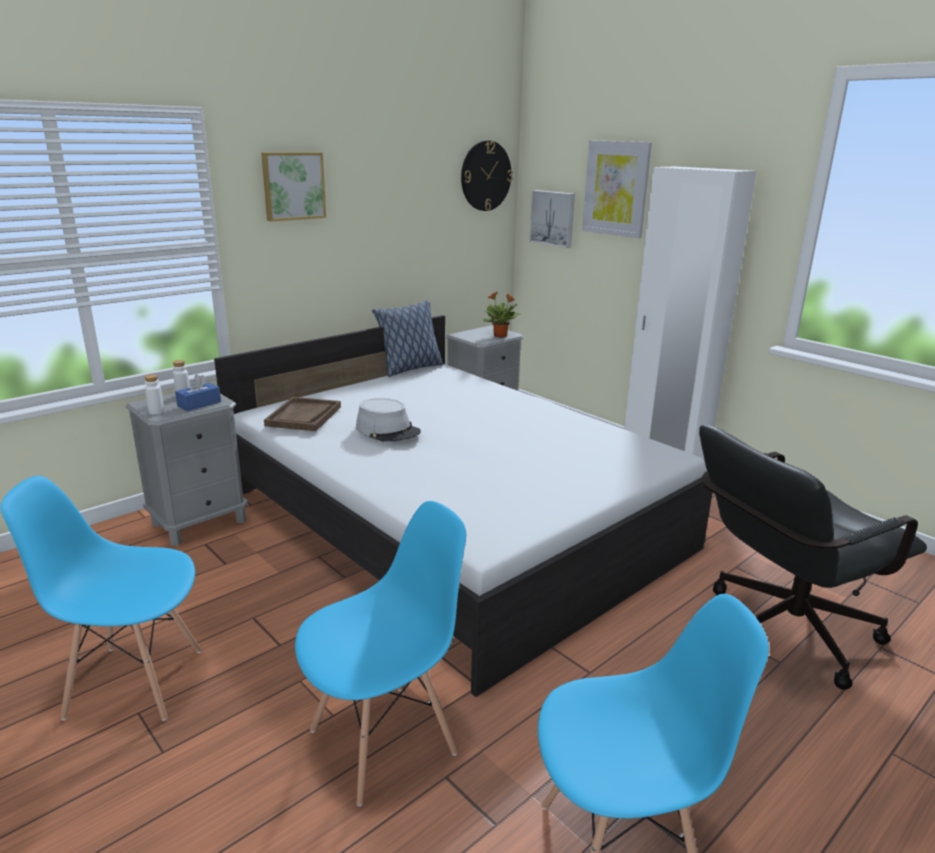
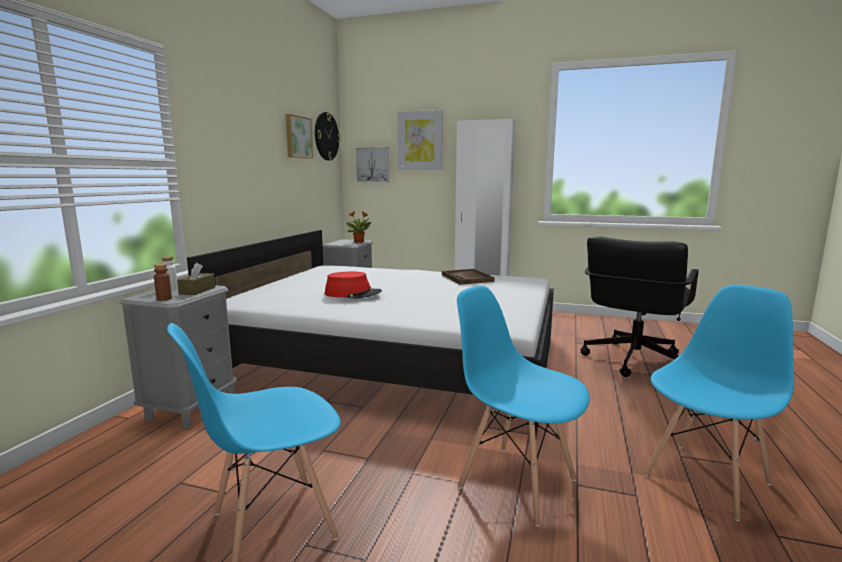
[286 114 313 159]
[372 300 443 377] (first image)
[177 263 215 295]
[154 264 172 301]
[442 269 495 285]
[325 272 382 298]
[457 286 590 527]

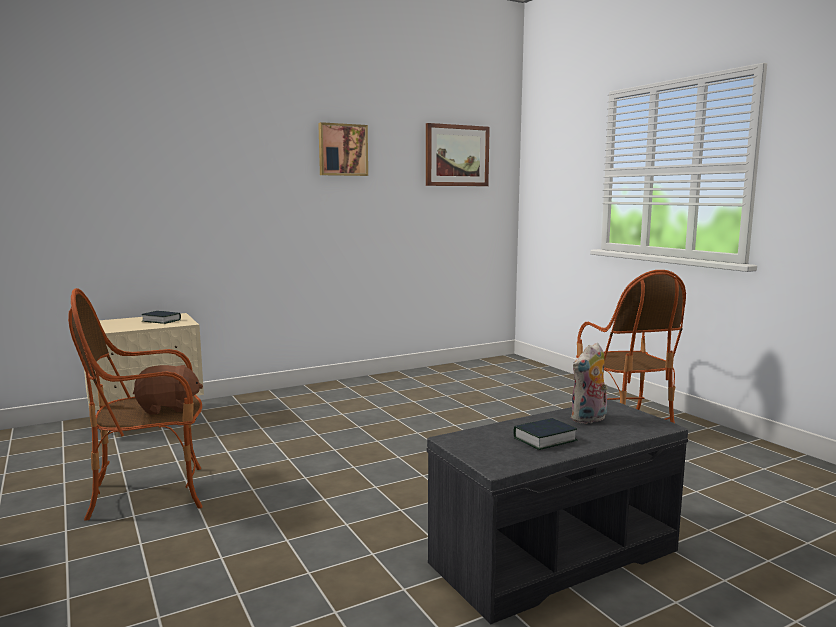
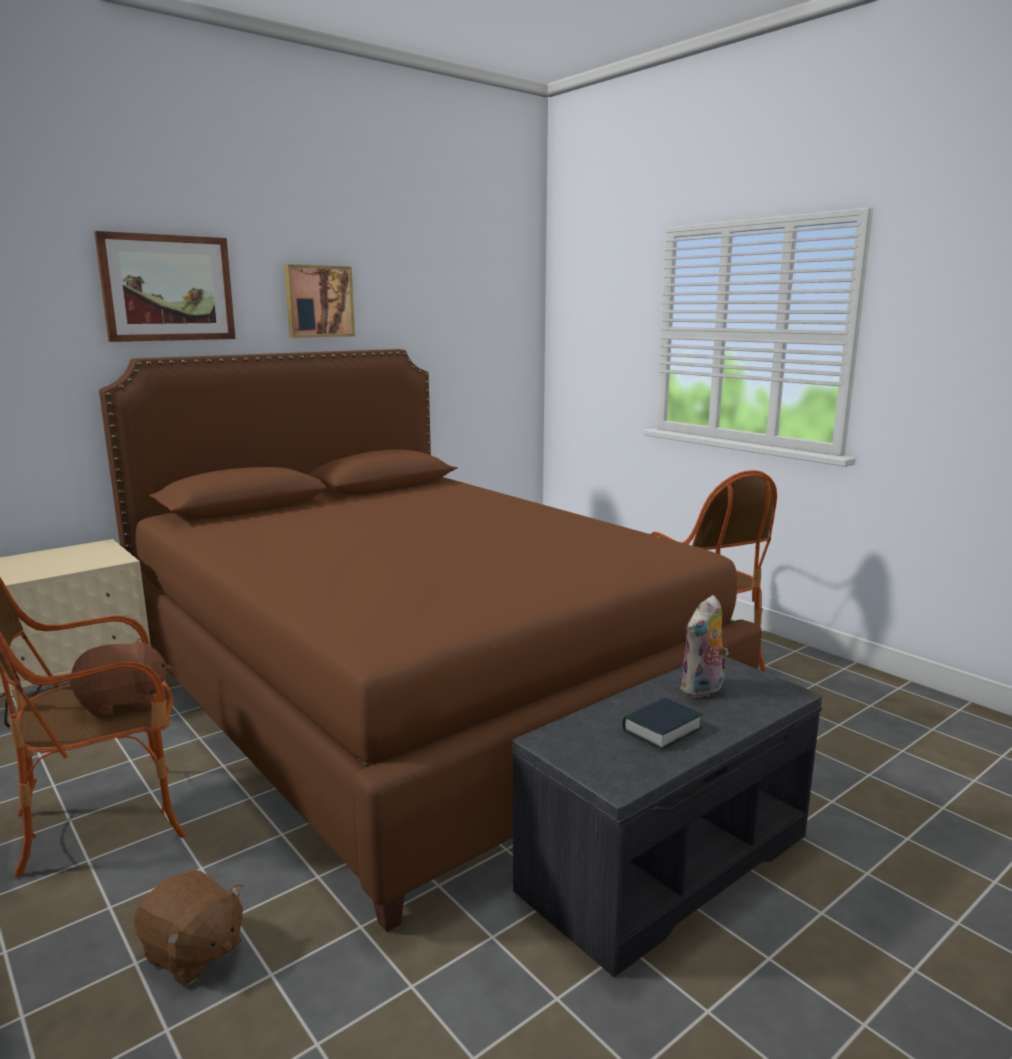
[94 231 236 342]
[141 311 181 324] (first image)
[99 349 762 932]
[134 870 243 986]

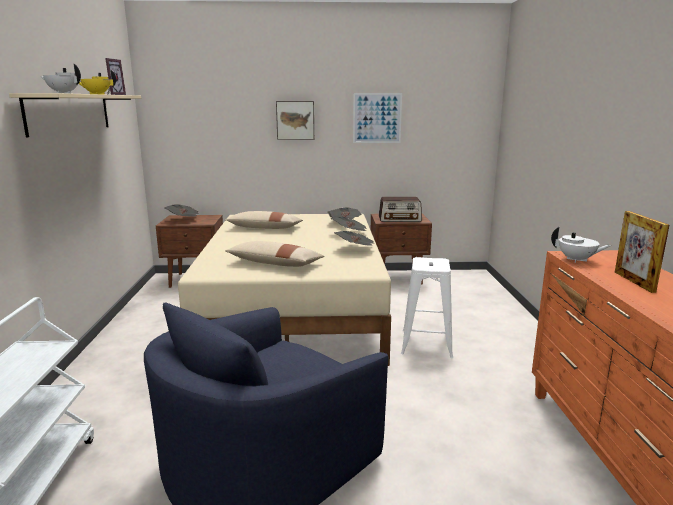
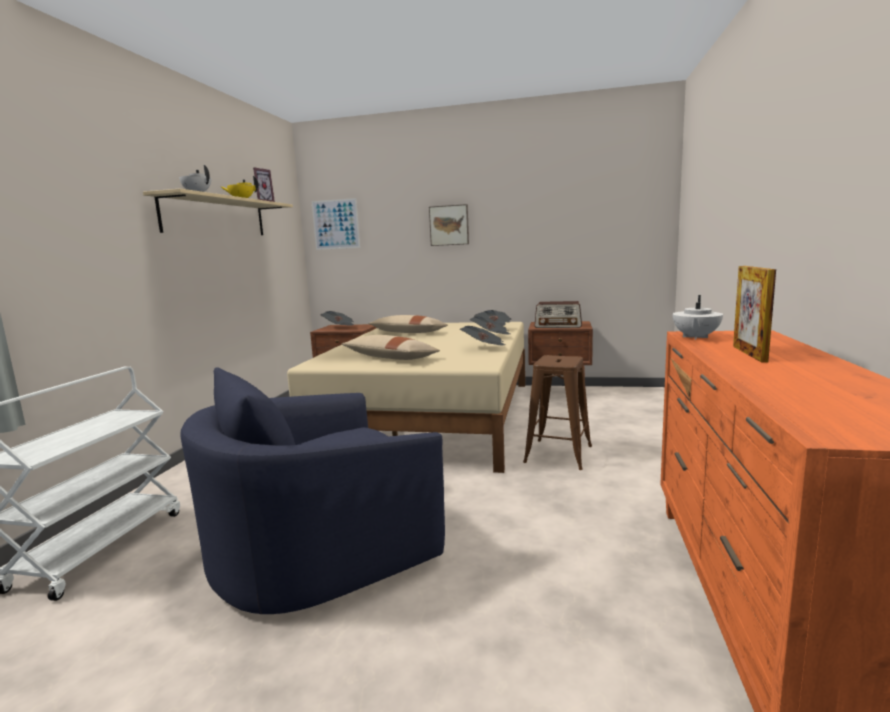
[312 198 360 250]
[672 295 723 340]
[523 355 592 470]

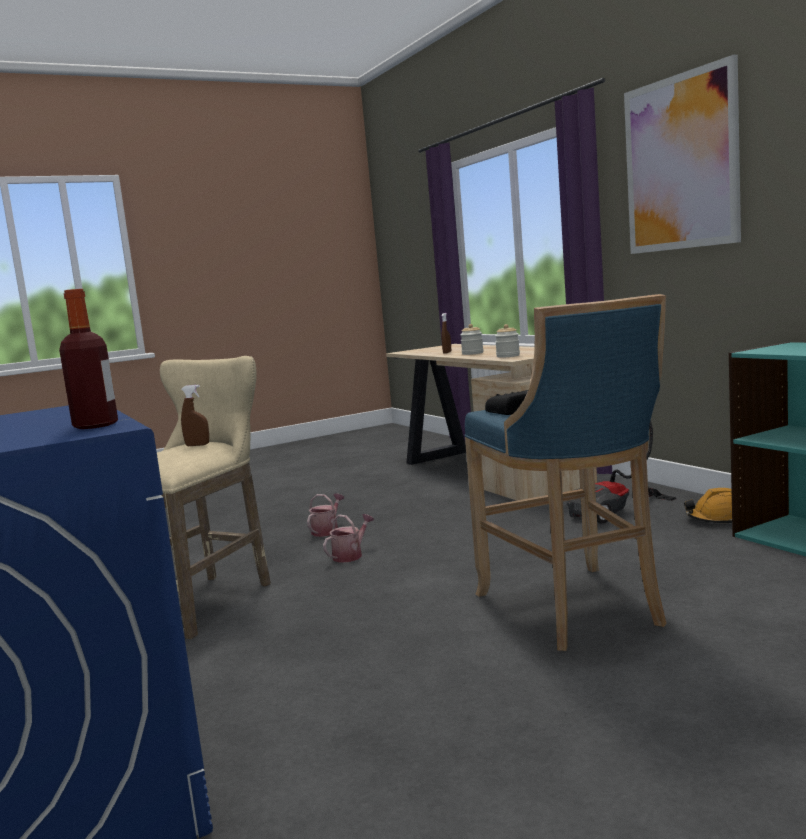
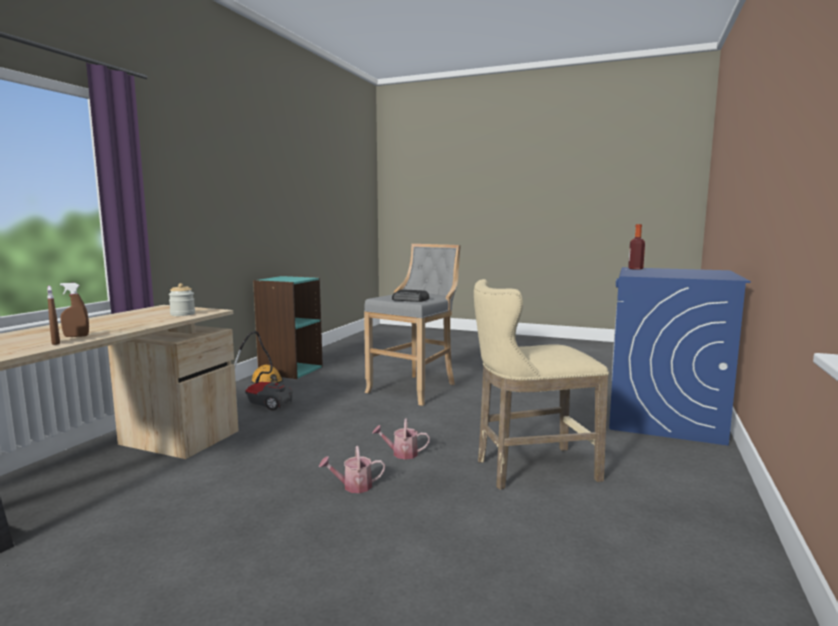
[624 55 741 254] (first image)
[364 244 461 406]
[460 324 483 355] (first image)
[47 286 60 345]

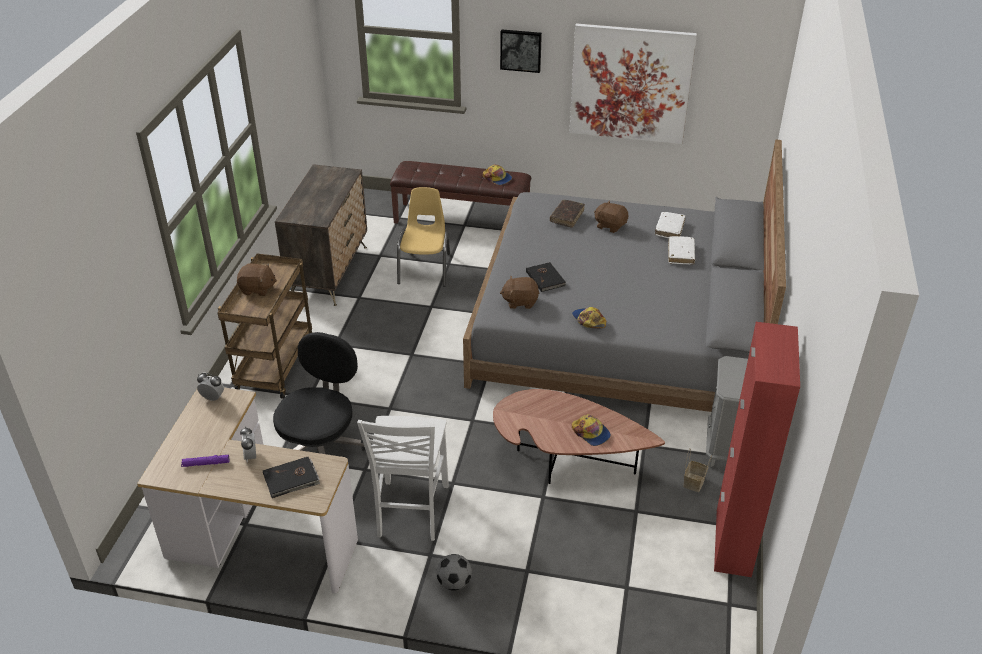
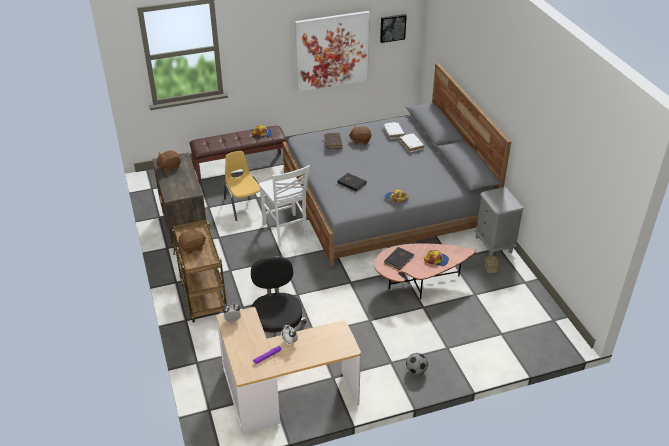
[380 14 407 43]
[156 150 181 172]
[714 322 800 577] (first image)
[259 165 310 246]
[384 247 414 270]

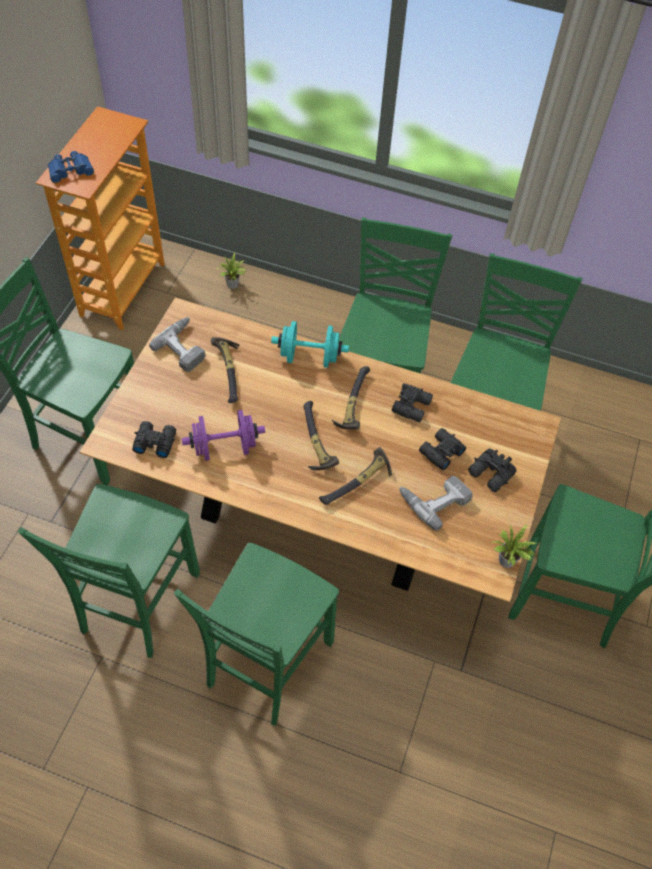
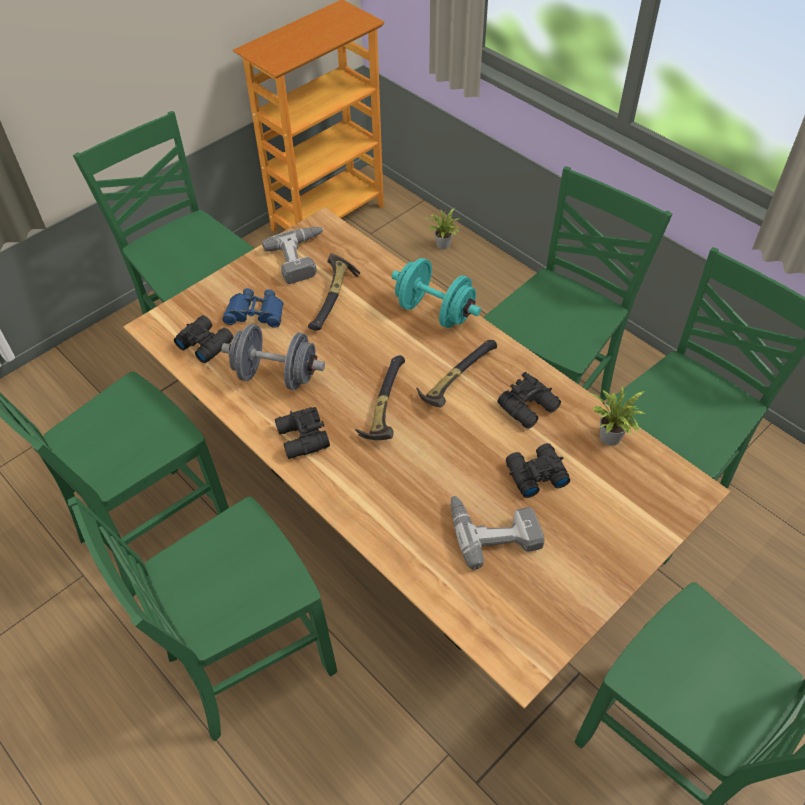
[222 288 283 328]
[221 324 325 390]
[319 447 392 505] (first image)
[275 407 330 459]
[588 386 645 446]

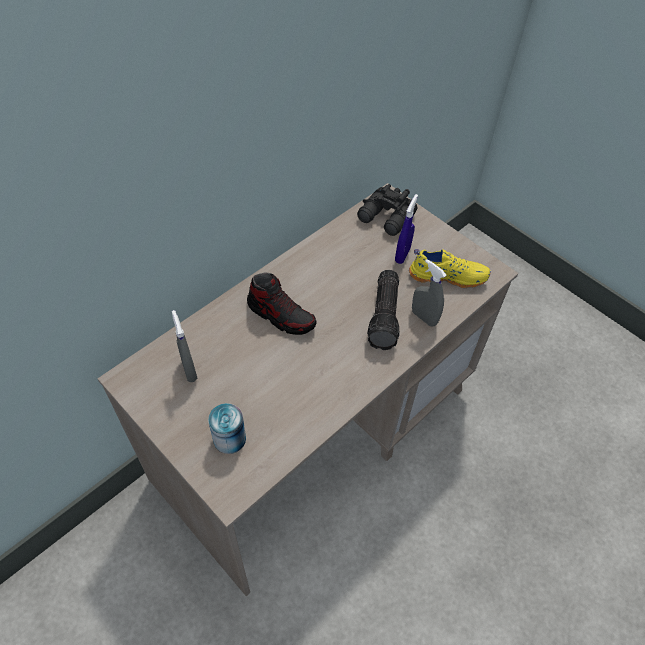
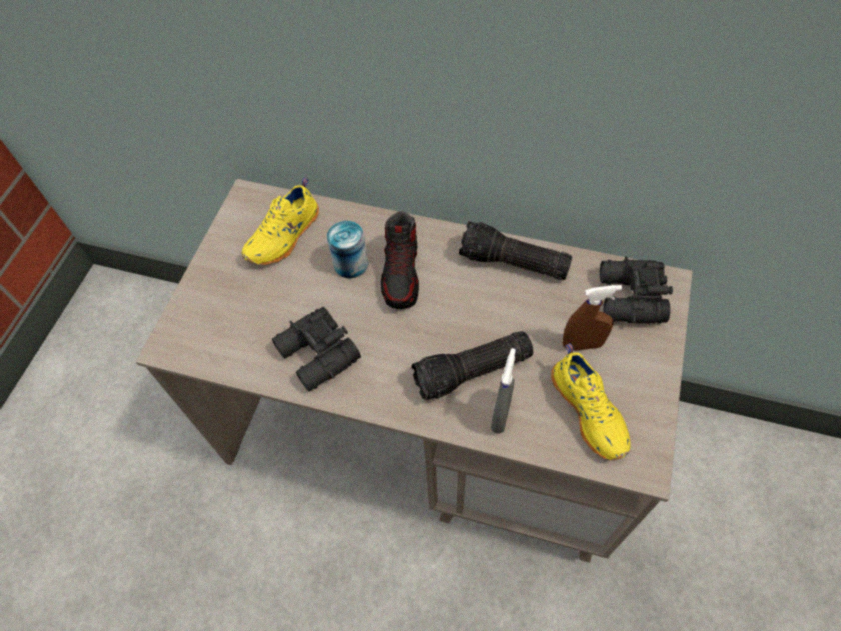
[563 285 622 351]
[242 178 319 265]
[327 221 368 278]
[459 221 573 280]
[272 307 361 391]

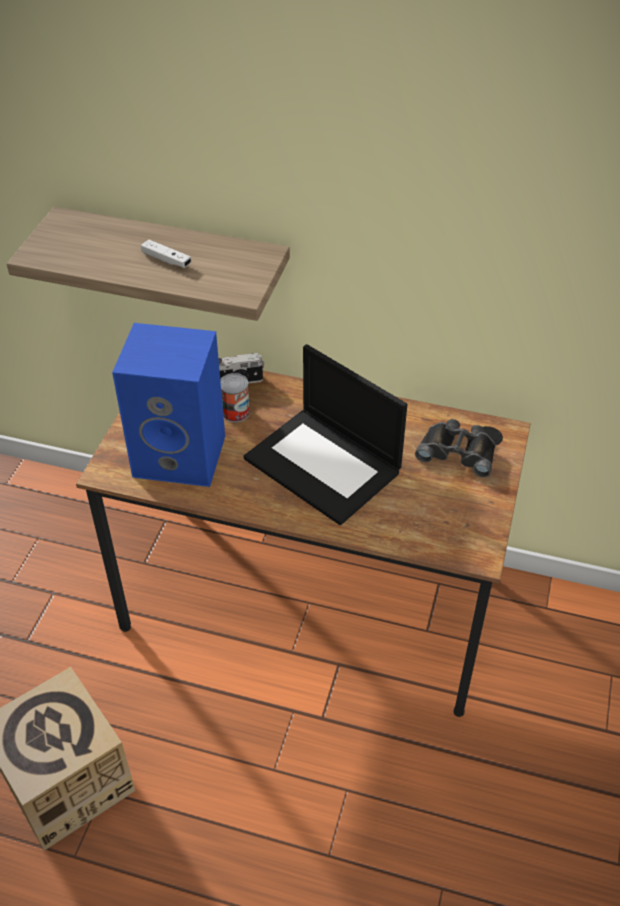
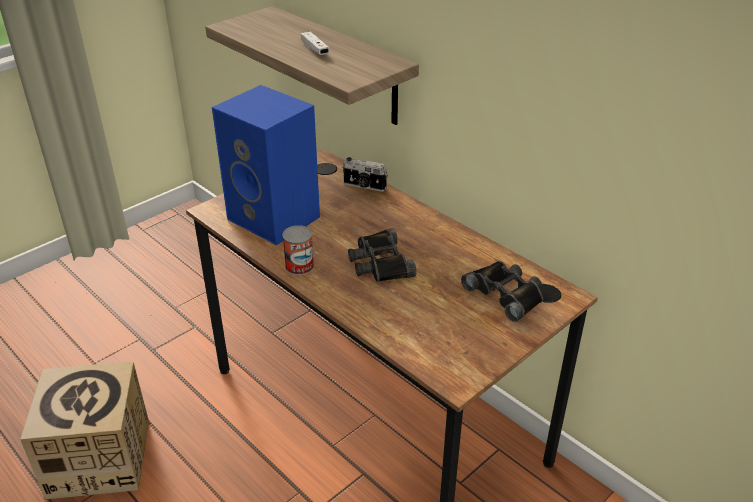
[348 228 417 282]
[282 225 314 275]

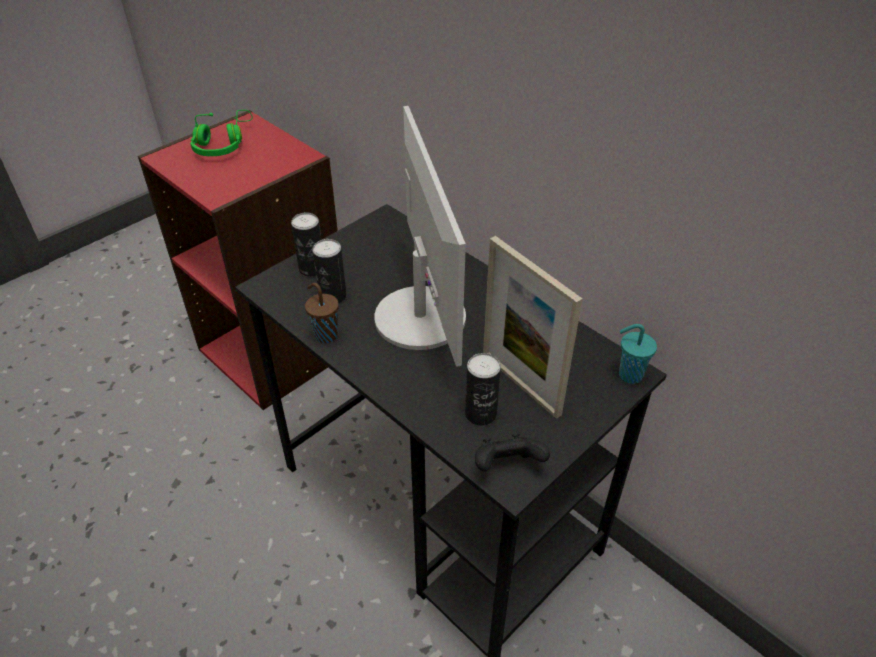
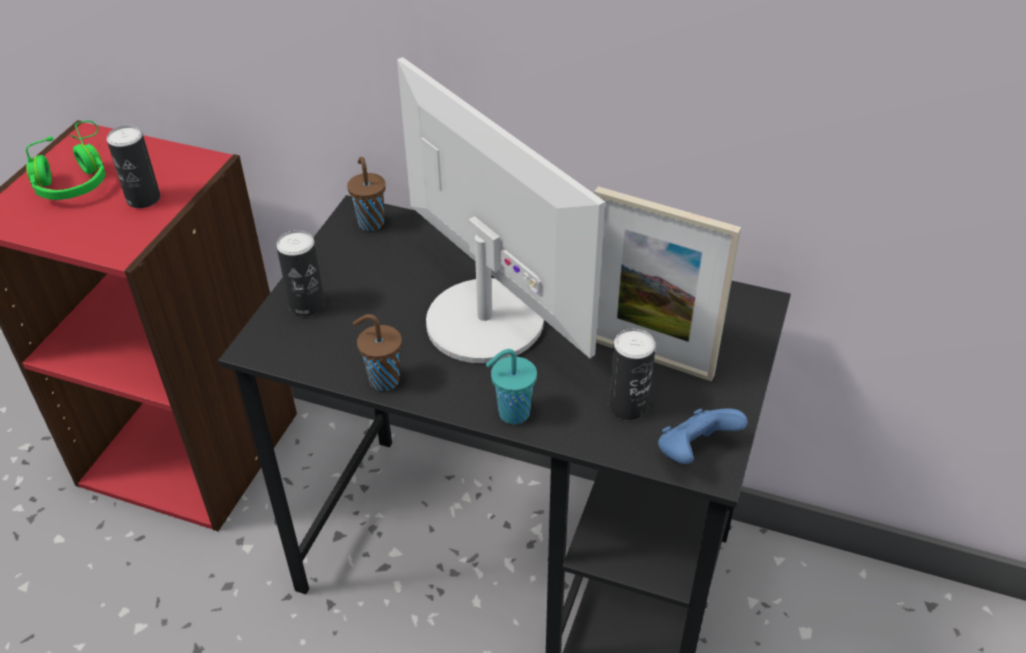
[107 125 160 208]
[486 349 537 424]
[658 408 748 464]
[347 157 386 231]

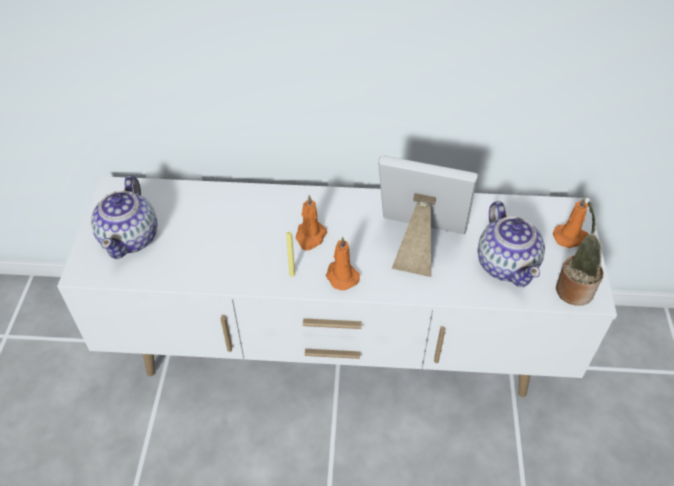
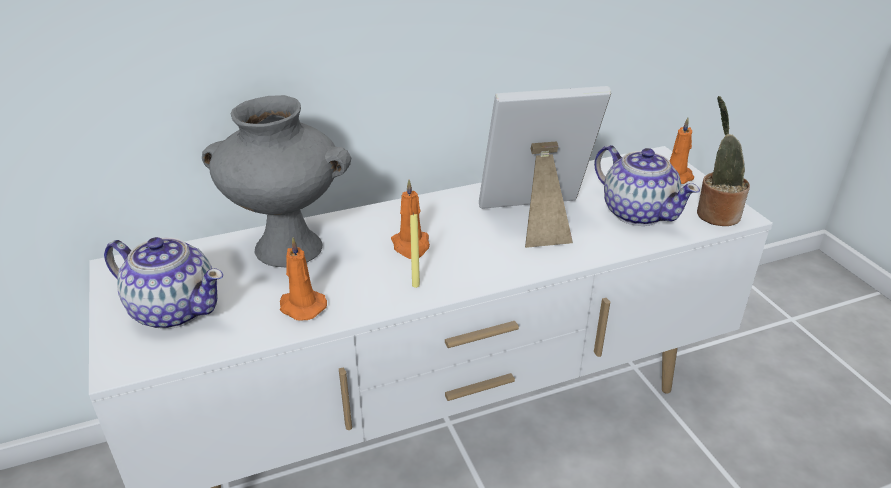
[104 237 223 329]
[280 237 327 320]
[202 95 351 267]

